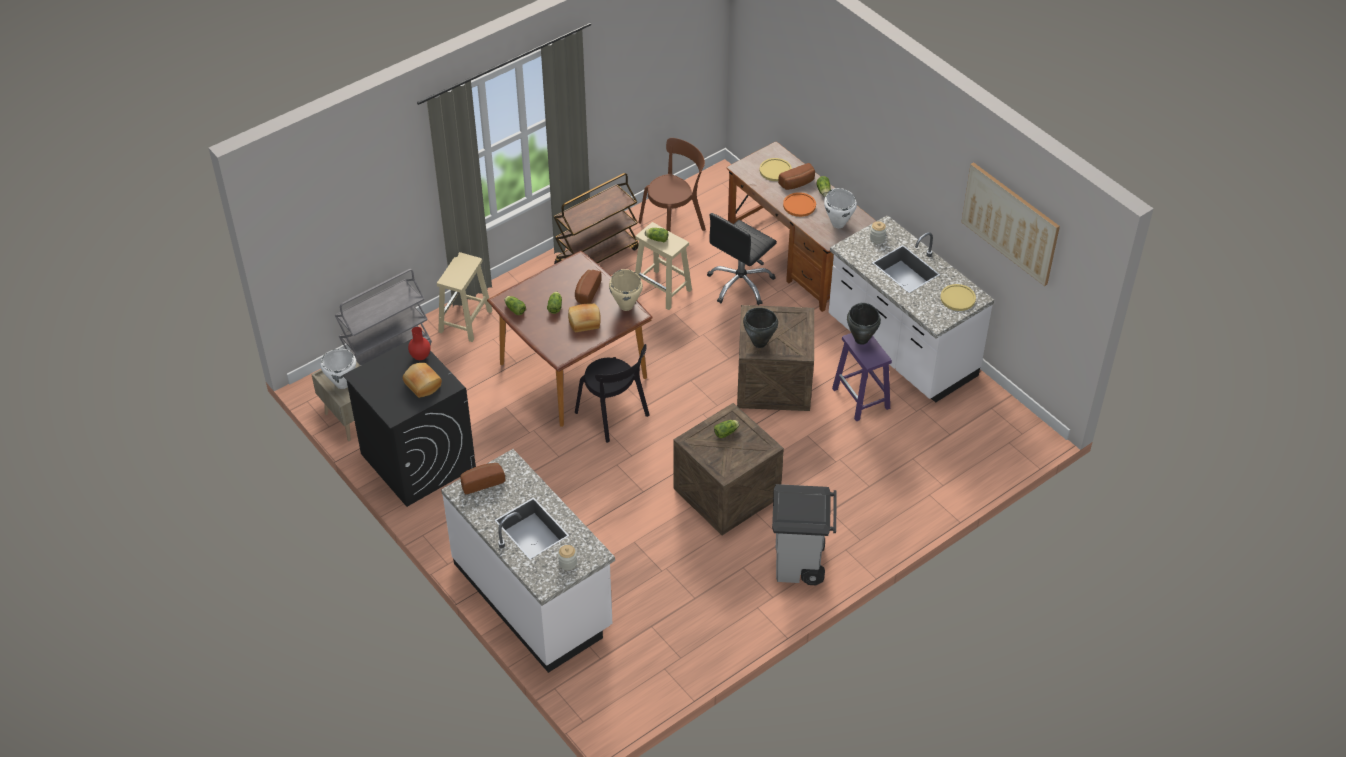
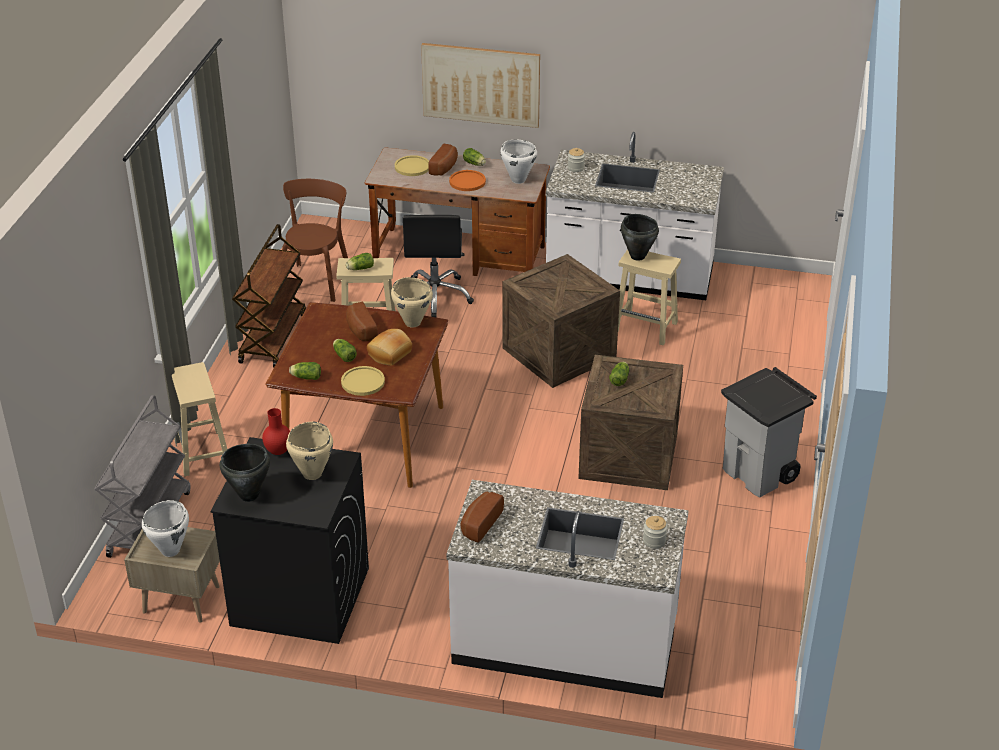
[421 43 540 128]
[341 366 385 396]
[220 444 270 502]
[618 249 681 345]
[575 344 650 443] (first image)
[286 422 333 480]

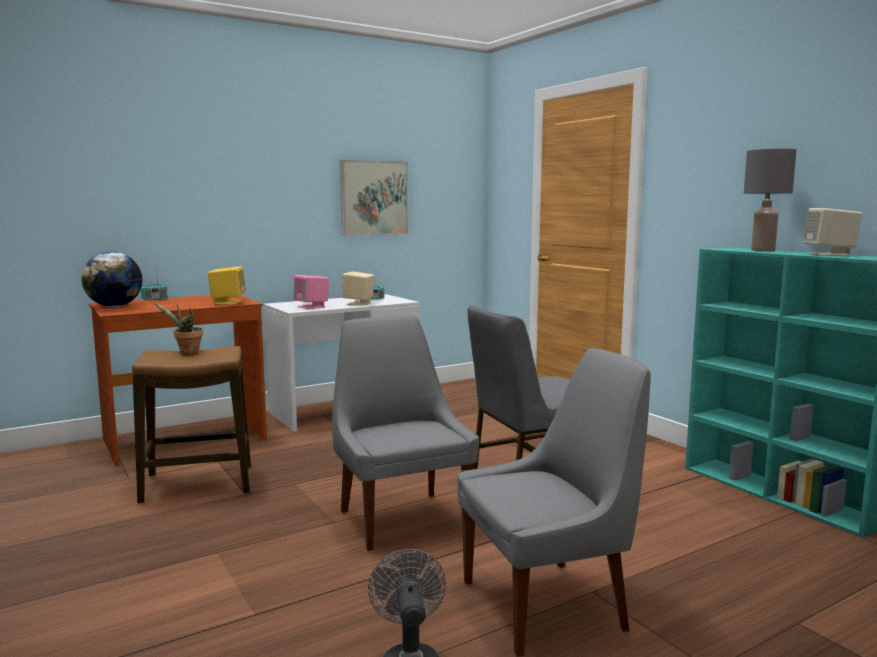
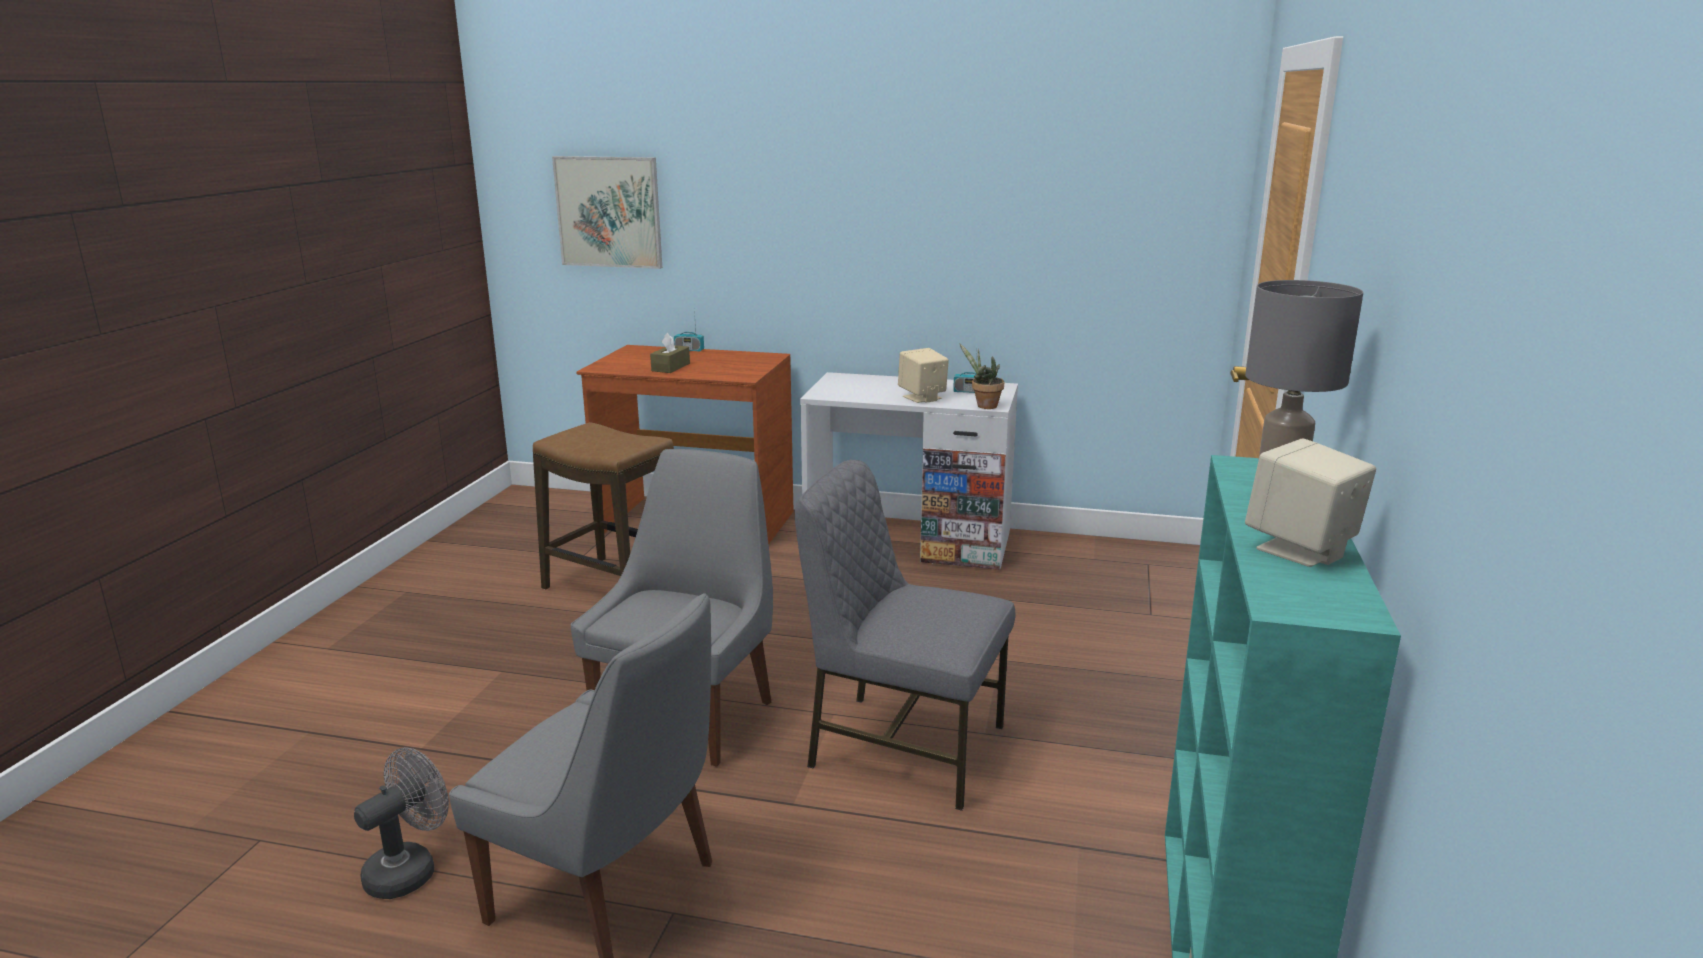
[552 156 662 269]
[81 252 143 307] (first image)
[208 266 246 304] (first image)
[293 275 329 309] (first image)
[960 344 1004 409]
[650 333 690 373]

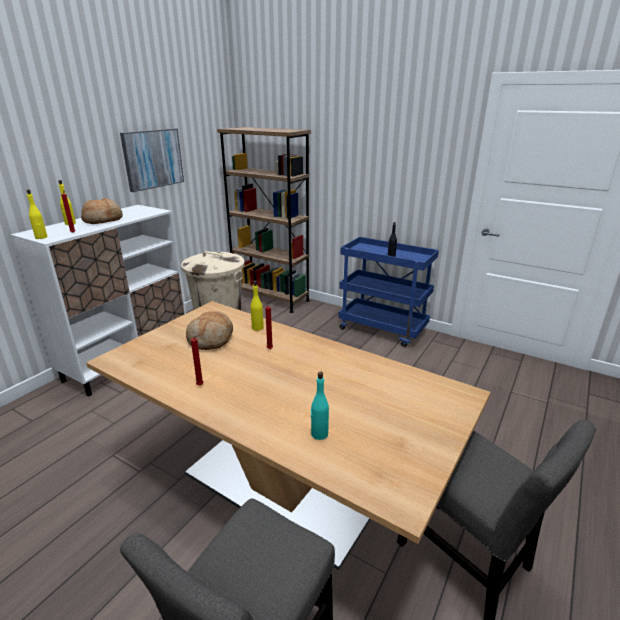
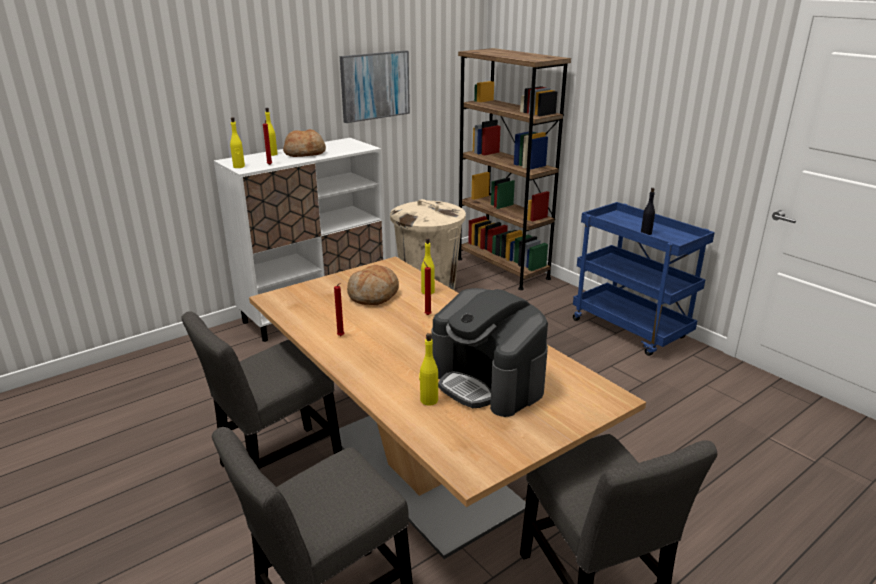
[419 333 438 406]
[431 288 548 417]
[181 312 342 469]

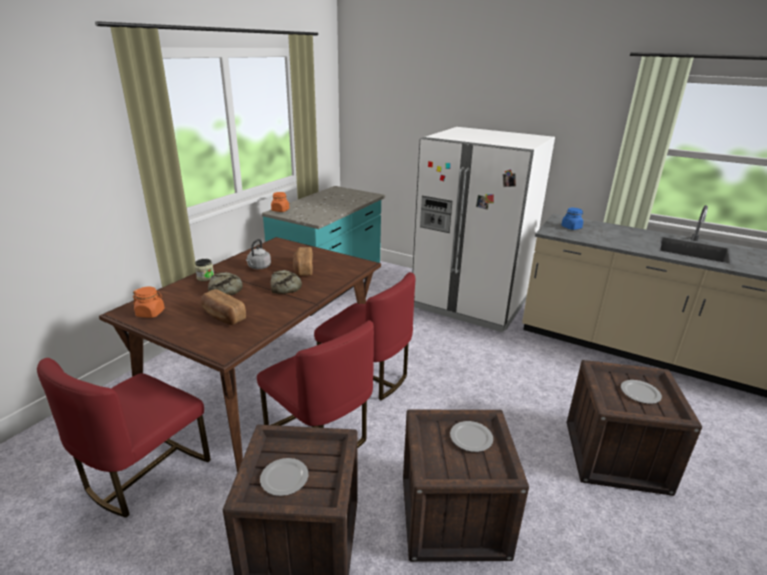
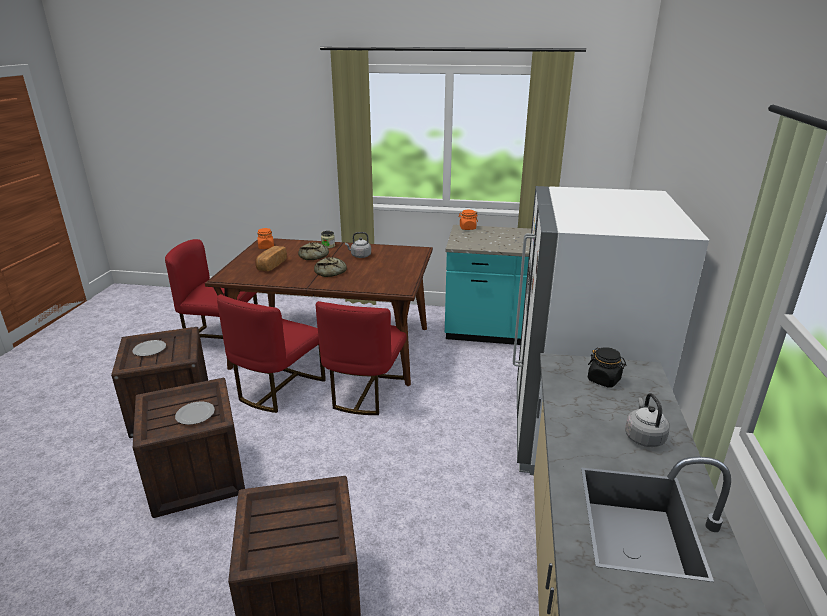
[588 347 626 388]
[293 247 313 276] (first image)
[621 380 662 404] (first image)
[625 393 670 447]

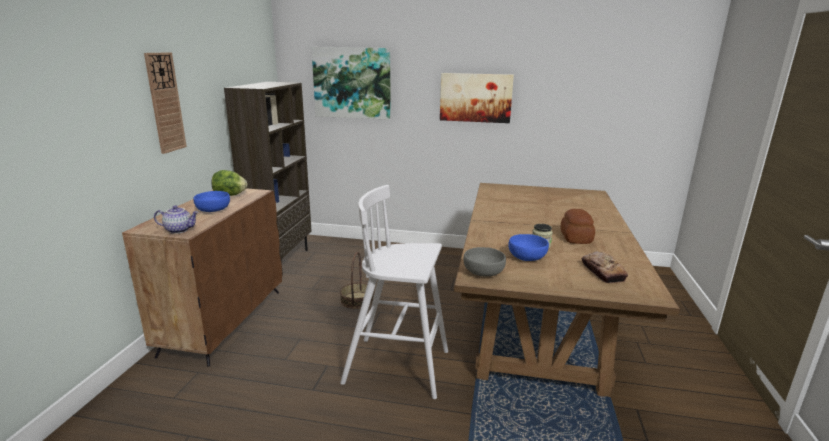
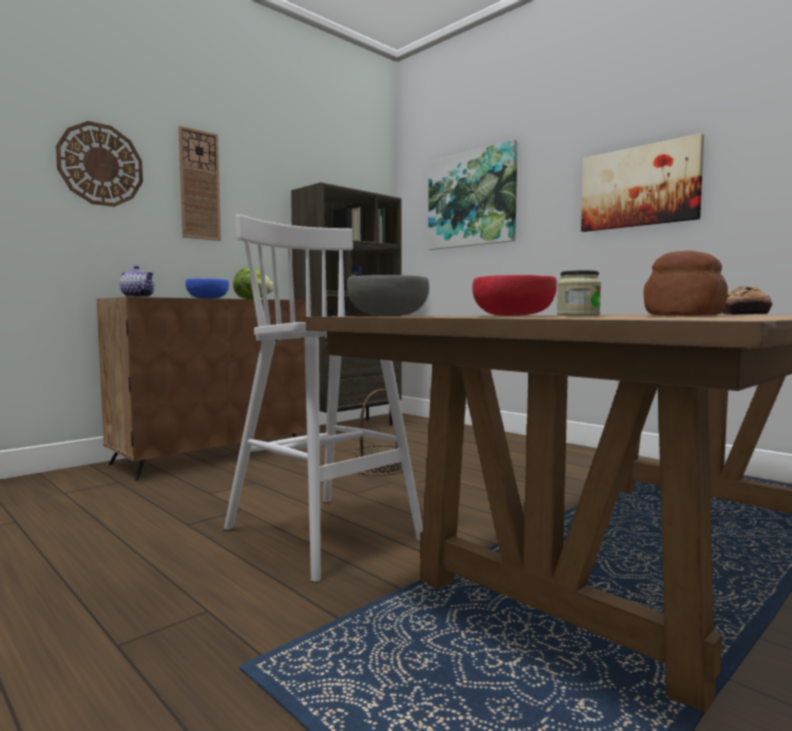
[472 275 557 316]
[722 286 772 315]
[56 121 143 207]

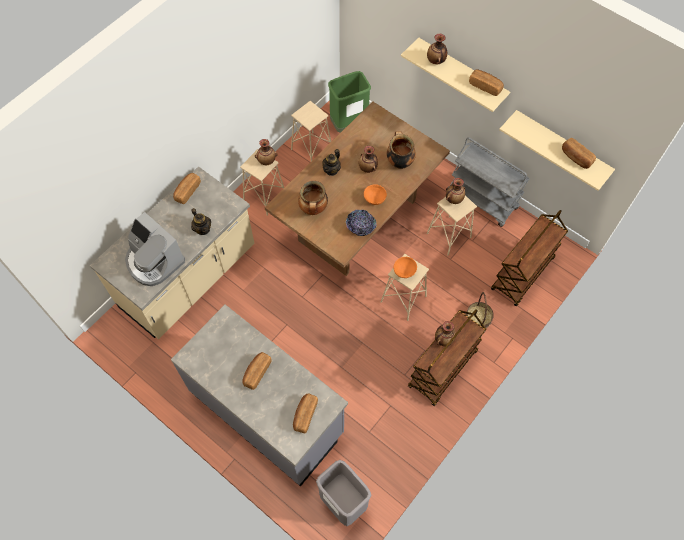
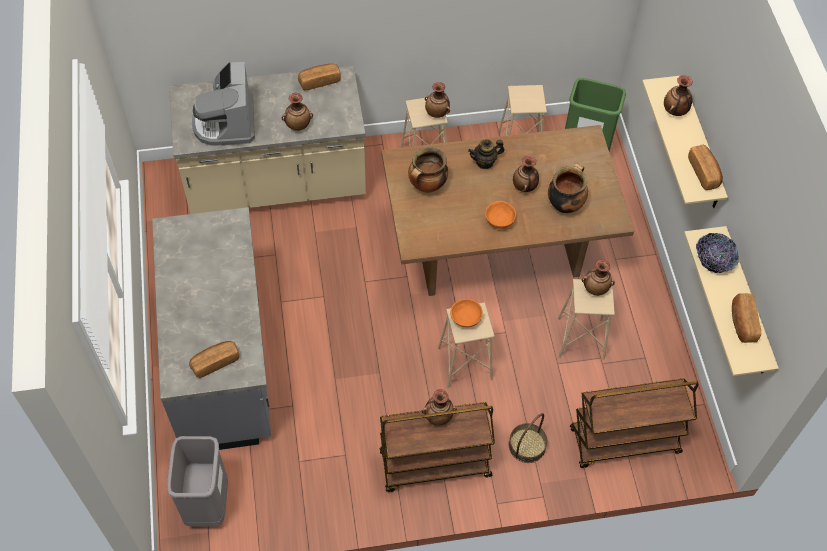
[446 137 530 227] (first image)
[282 93 313 131]
[696 233 739 273]
[242 352 272 390] (first image)

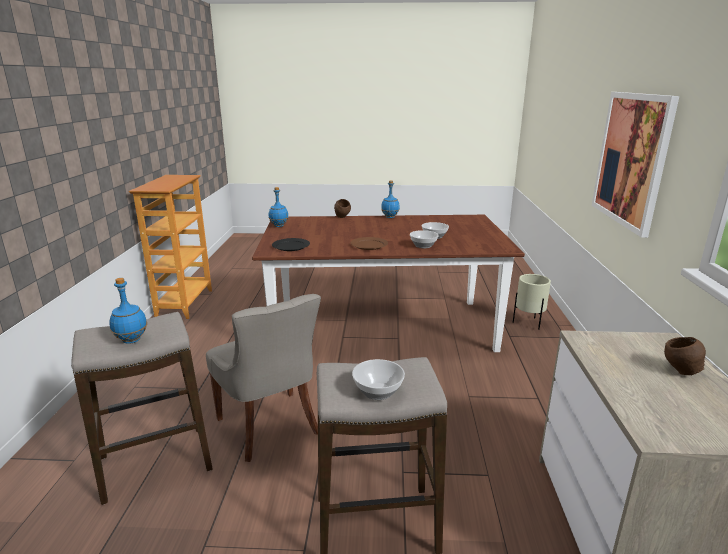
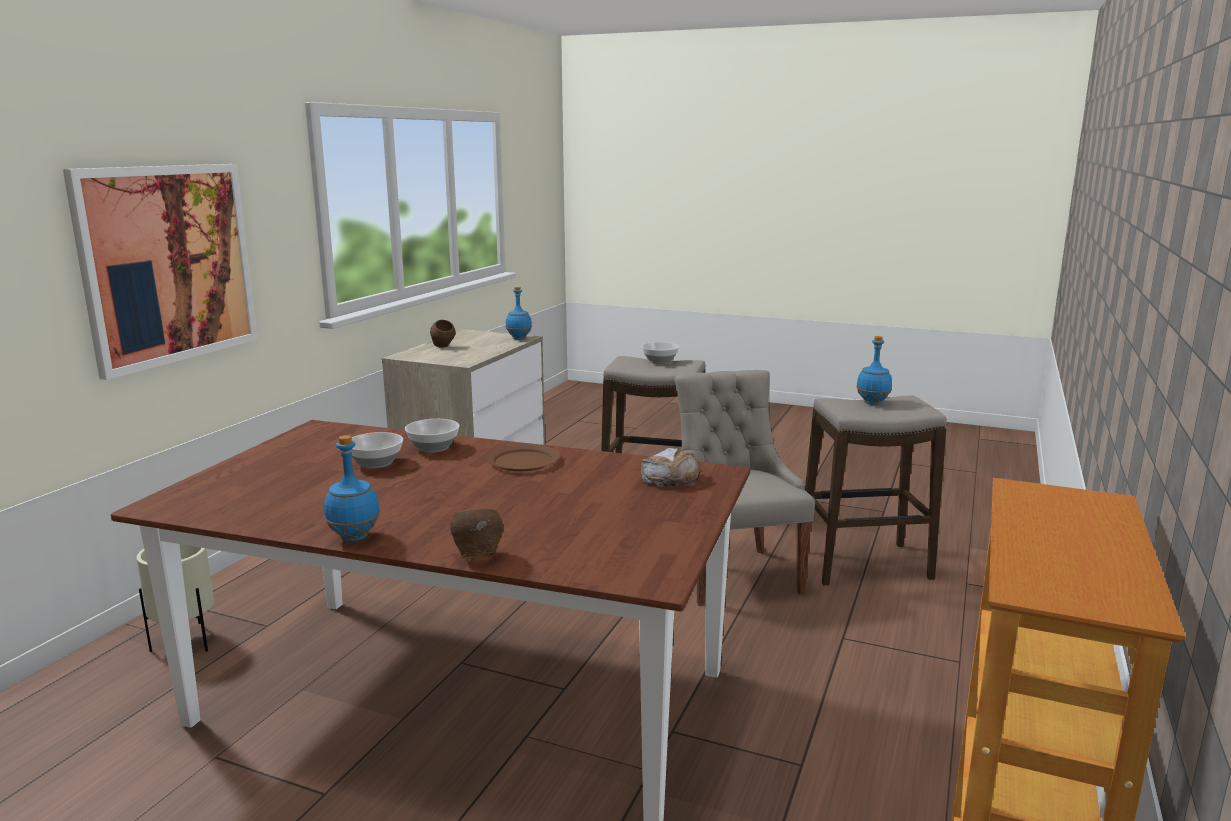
[506 287 532 340]
[641 448 701 487]

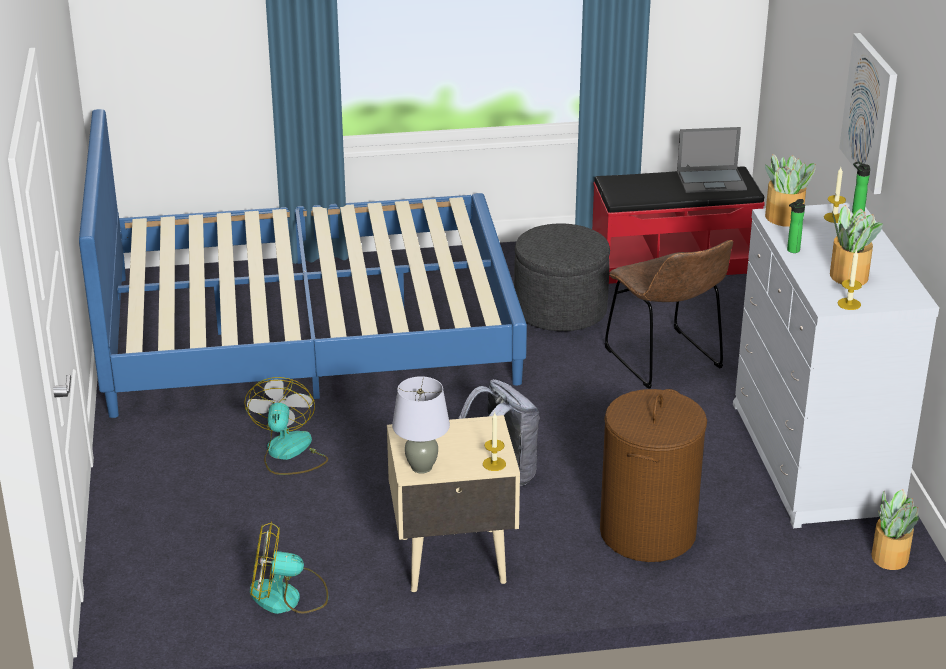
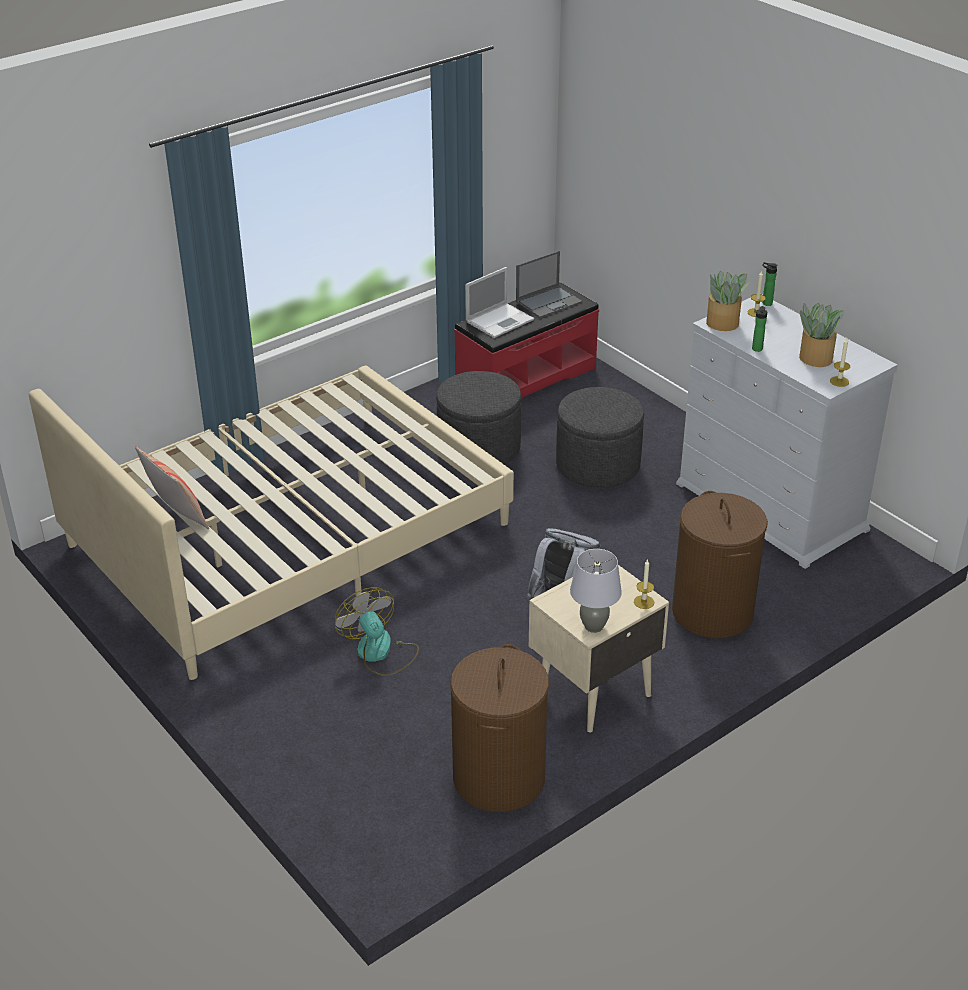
[839 33 897 194] (first image)
[29 366 514 680]
[556 387 644 487]
[872 489 919 570] (first image)
[450 644 549 812]
[465 267 534 338]
[135 446 209 530]

